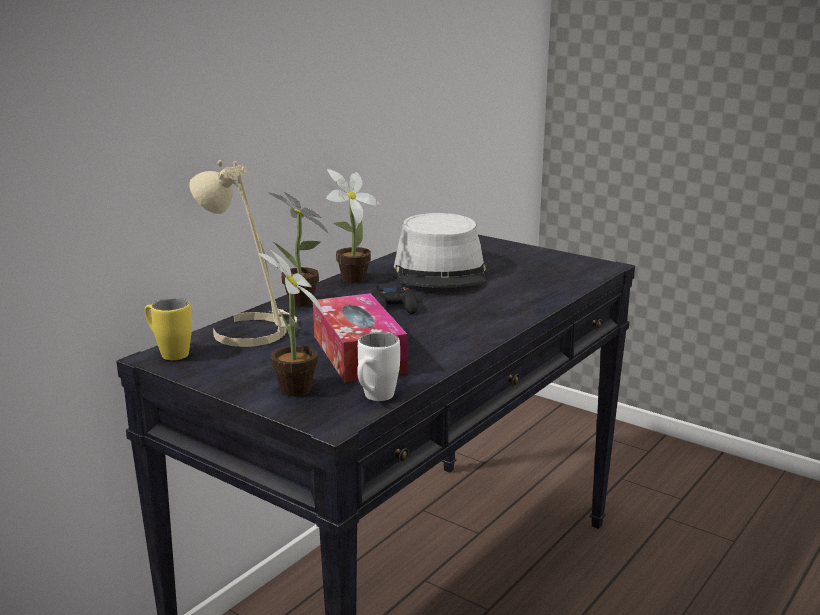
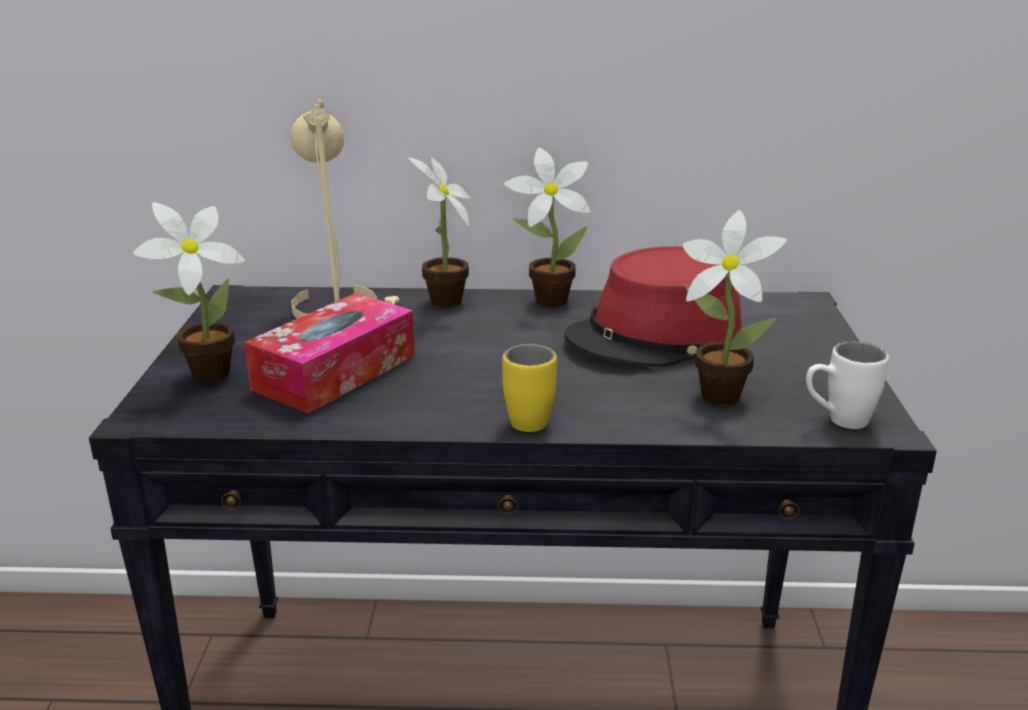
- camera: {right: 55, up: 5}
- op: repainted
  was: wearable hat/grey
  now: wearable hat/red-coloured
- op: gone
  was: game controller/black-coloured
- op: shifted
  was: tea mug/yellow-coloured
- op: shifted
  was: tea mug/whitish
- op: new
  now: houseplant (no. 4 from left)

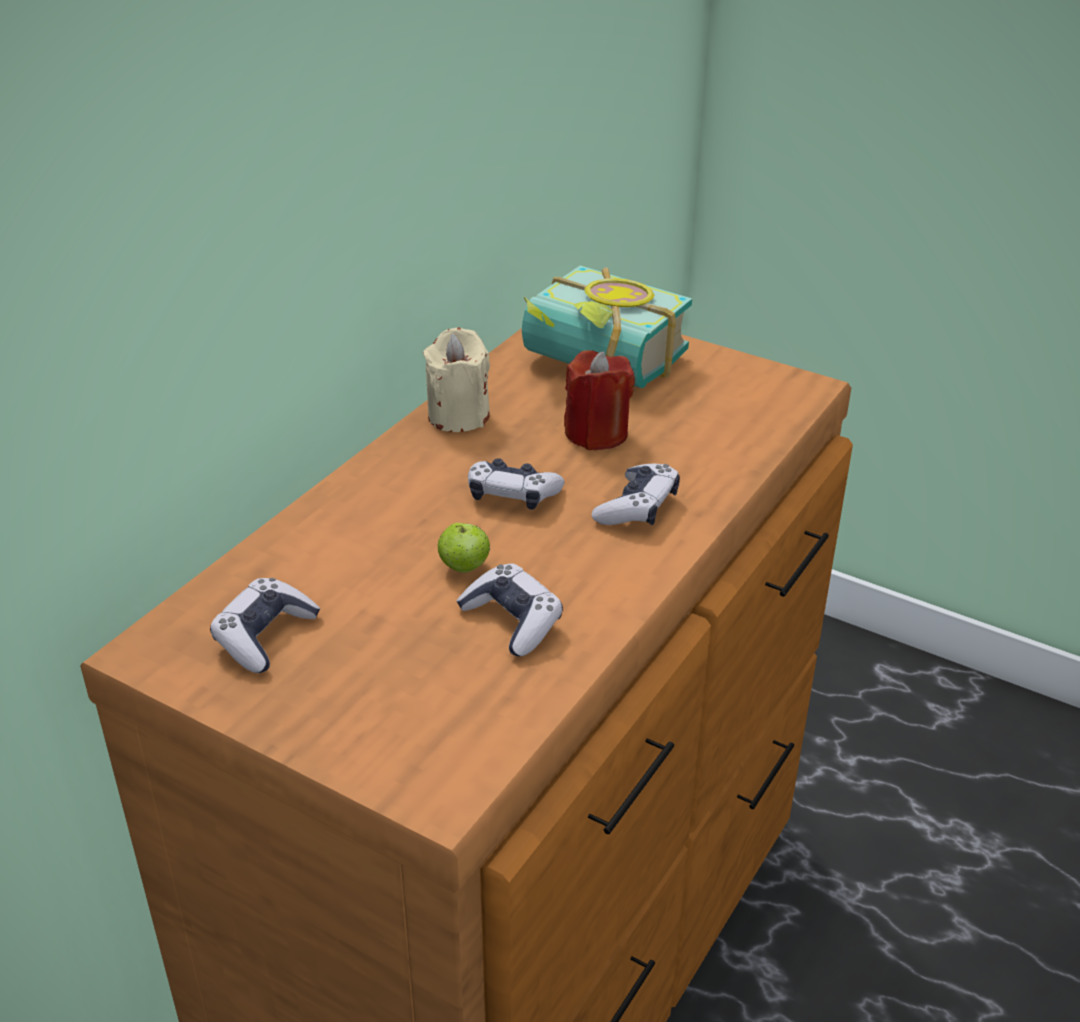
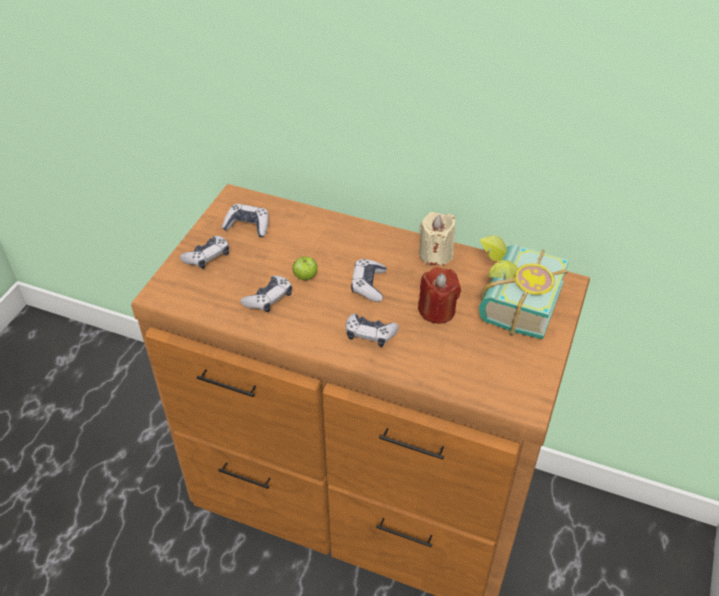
- camera: {right: 80, up: 10}
- op: new
  now: game controller (no. 1 from left)

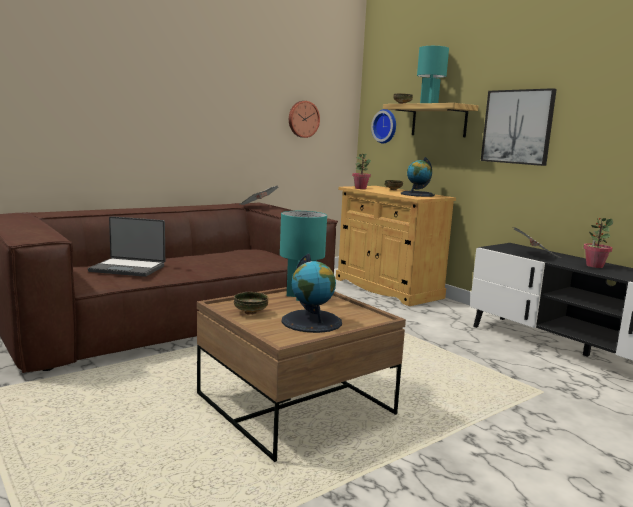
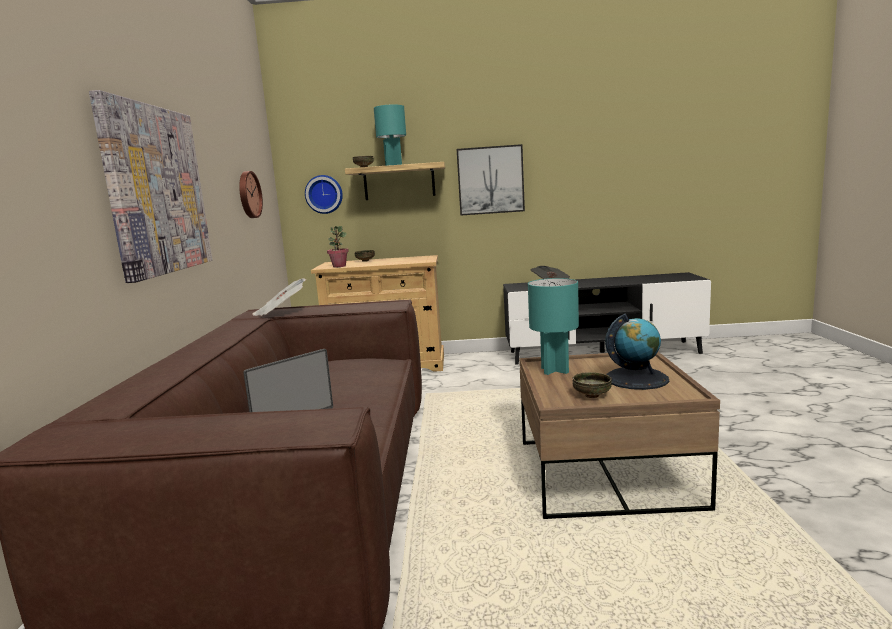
- camera: {right: -50, up: 0}
- op: gone
  was: globe (no. 2 from left)
- op: gone
  was: houseplant (no. 2 from left)
- op: new
  now: wall picture (no. 1 from left)

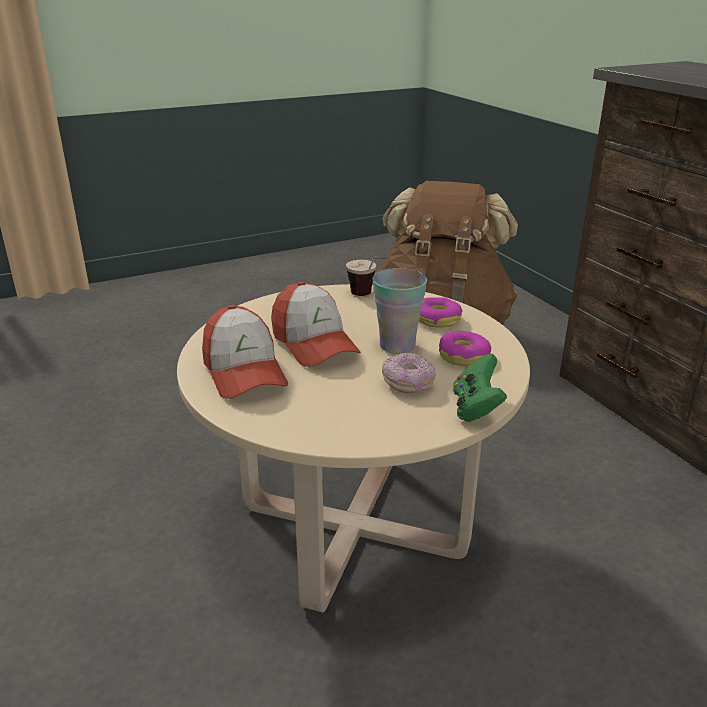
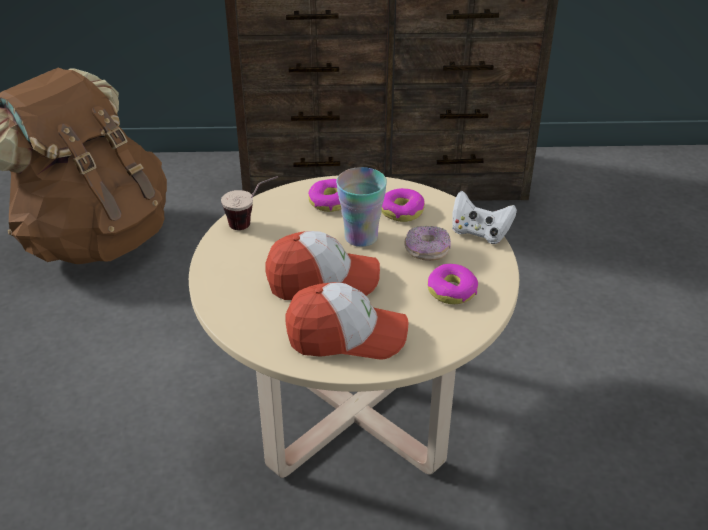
- camera: {right: -65, up: 10}
- op: repainted
  was: game controller/green
  now: game controller/whitish
- op: new
  now: doughnut (no. 4 from left)

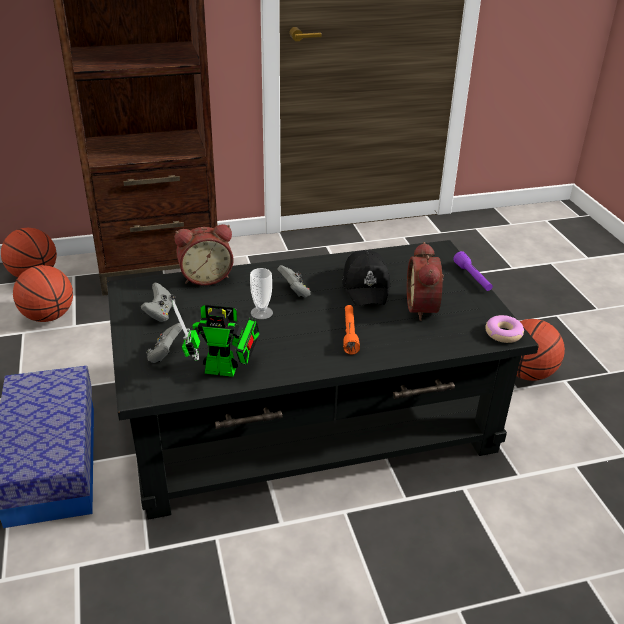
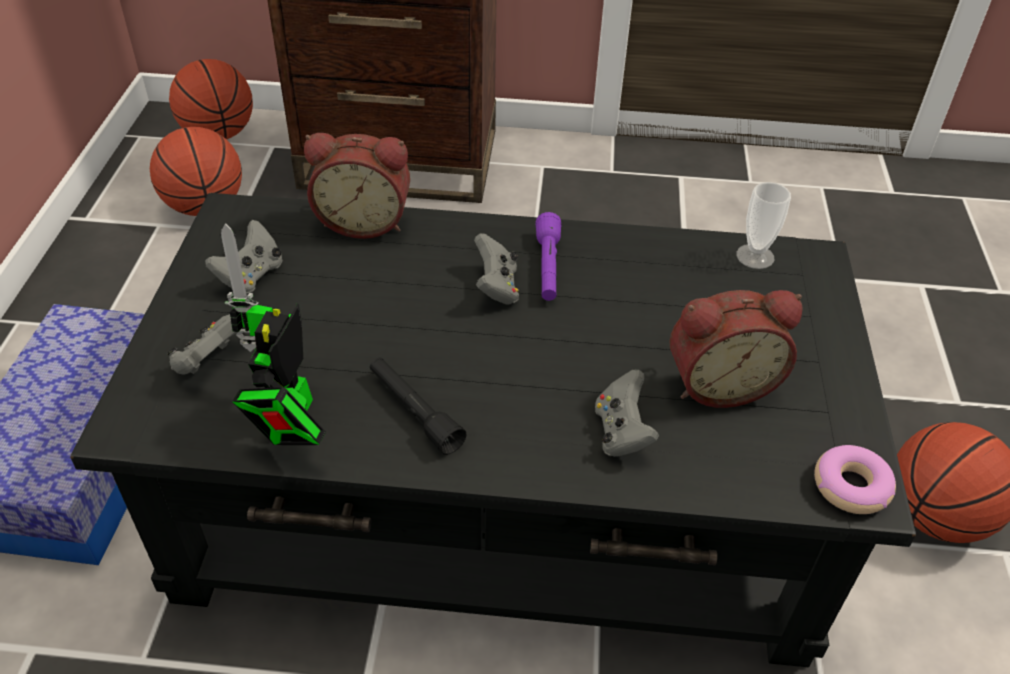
- camera: {right: 20, up: 10}
- op: rotated
  was: bedside clock (no. 2 from left)
  clockwise: -120
- op: gone
  was: baseball cap/black-coloured
- op: shifted
  was: hand torch/purple-coloured
- op: shifted
  was: drinking cup
- op: rotated
  was: robot figure
  clockwise: 75
- op: gone
  was: hand torch/orangey
- op: new
  now: hand torch/black-coloured
- op: new
  now: game controller/grey (no. 4 from left)

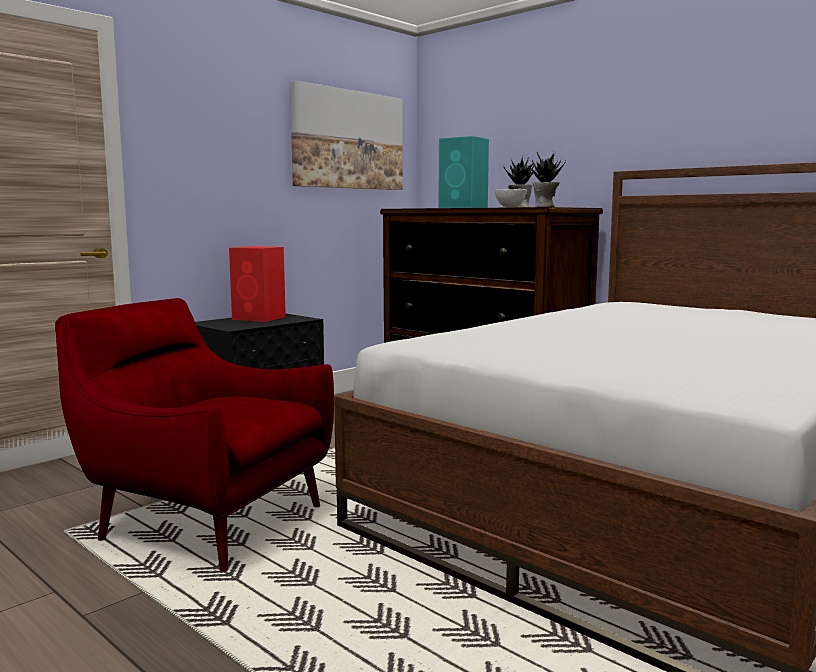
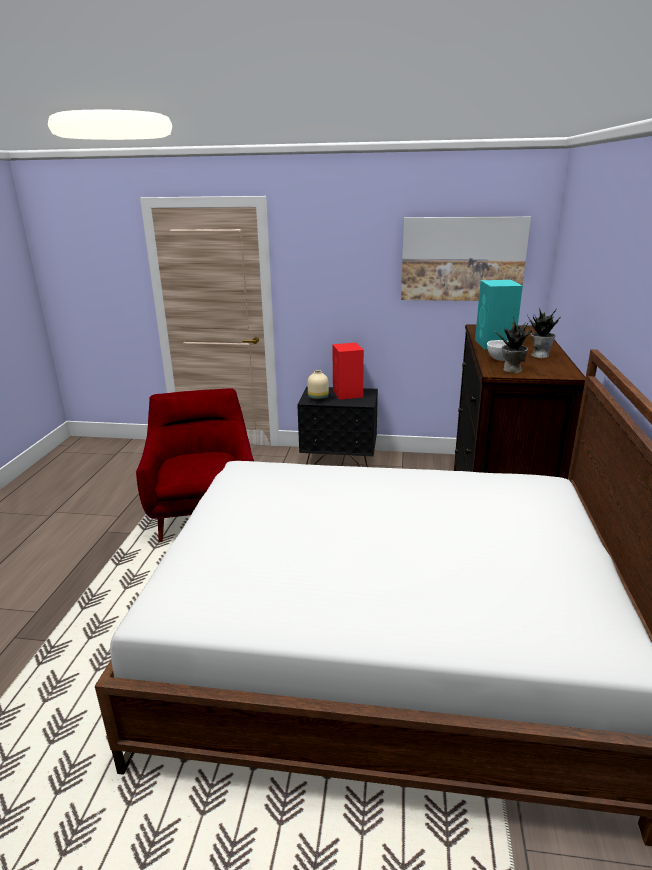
- camera: {right: 55, up: 15}
- op: new
  now: vase/beige

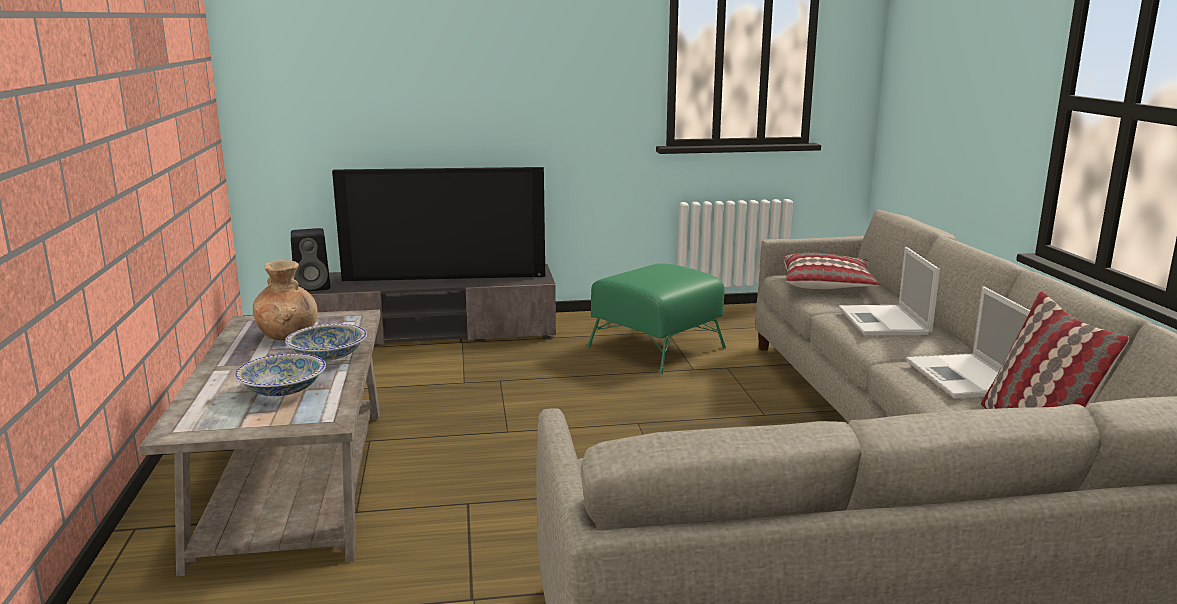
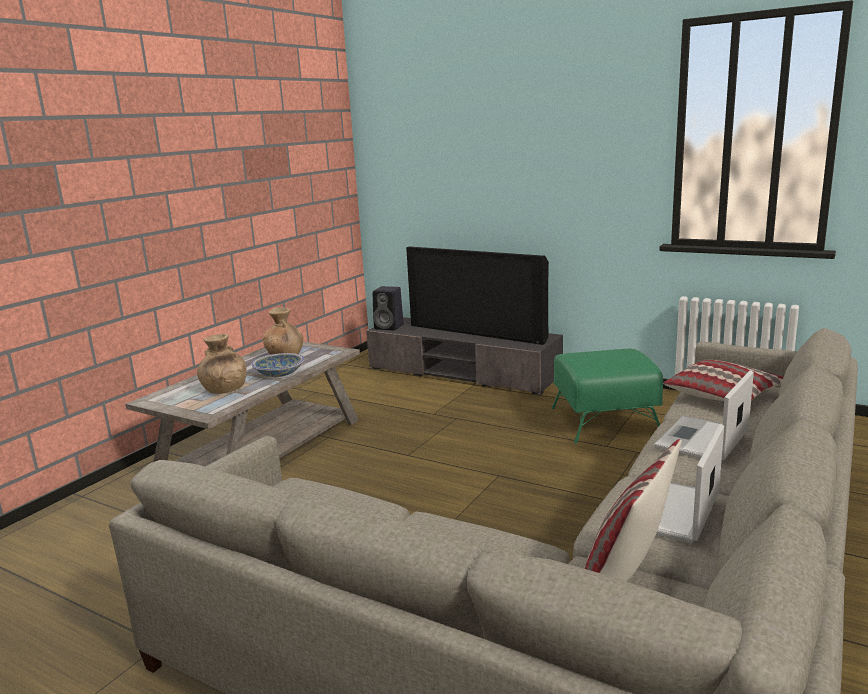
- camera: {right: 40, up: 0}
- op: swapped
  was: deep dish (no. 1 from left)
  now: vase/brownish (no. 1 from left)

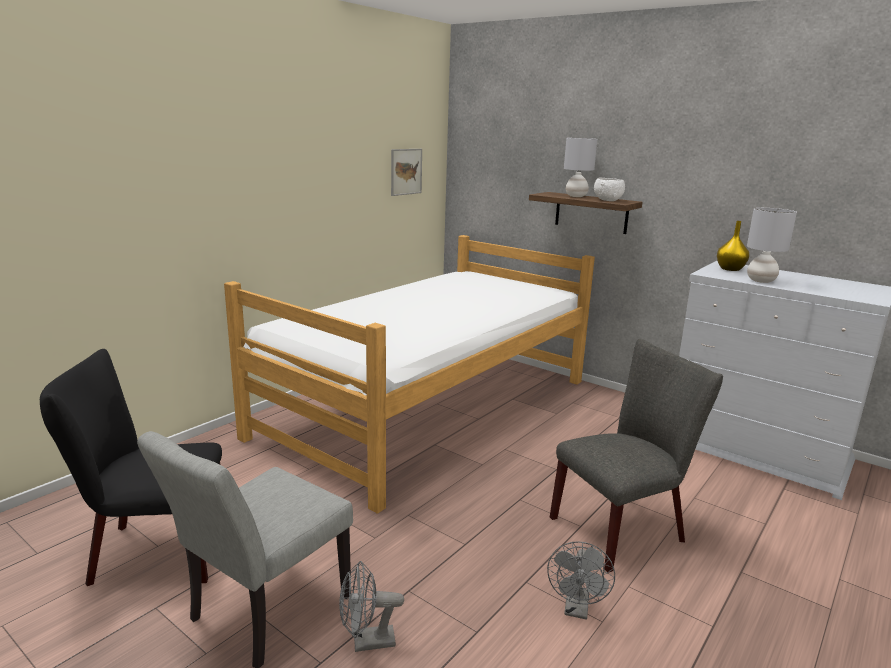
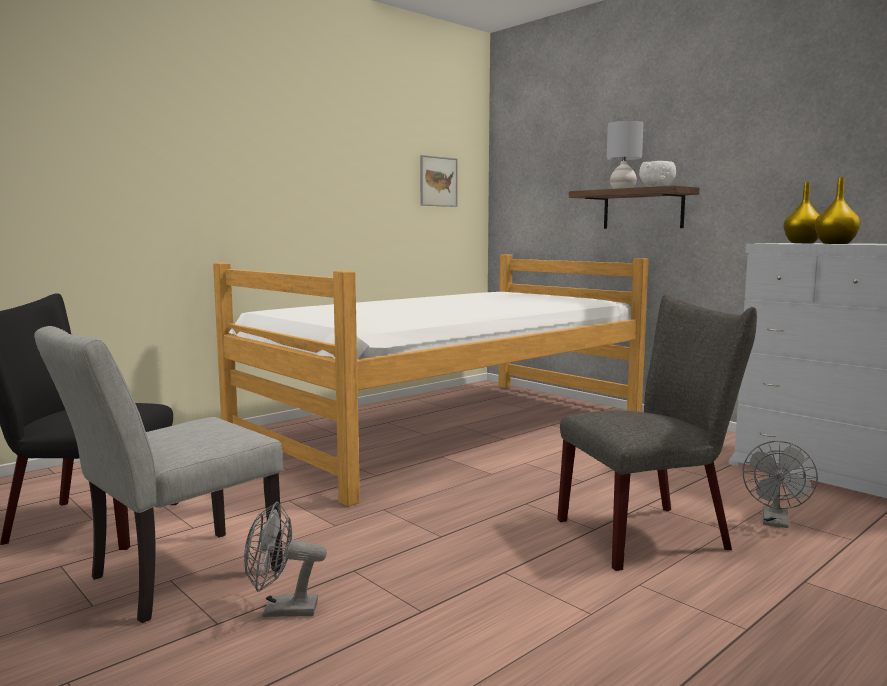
- camera: {right: 10, up: -10}
- op: swapped
  was: tabletop lamp/grey (no. 2 from left)
  now: vase/yellow-coloured (no. 2 from left)
- op: shifted
  was: electric fan/grey (no. 2 from left)

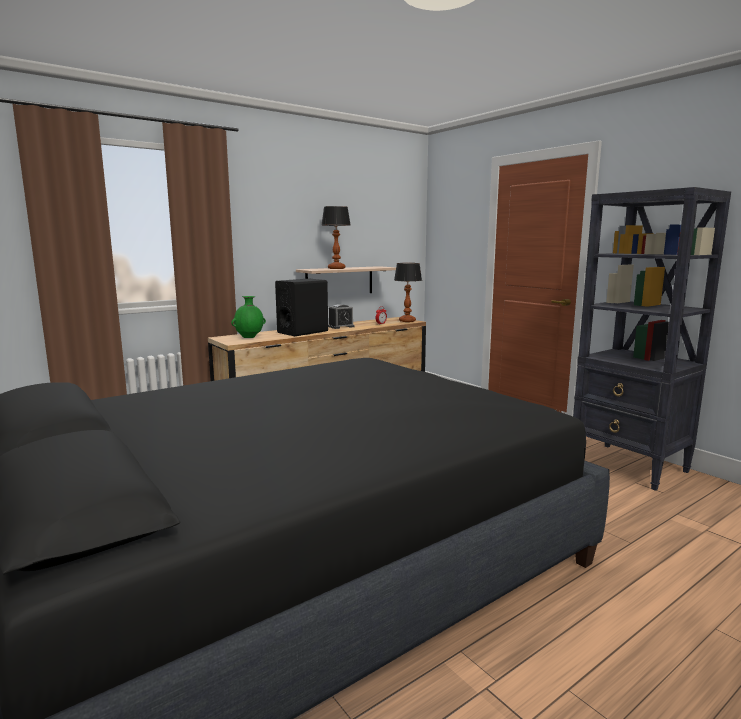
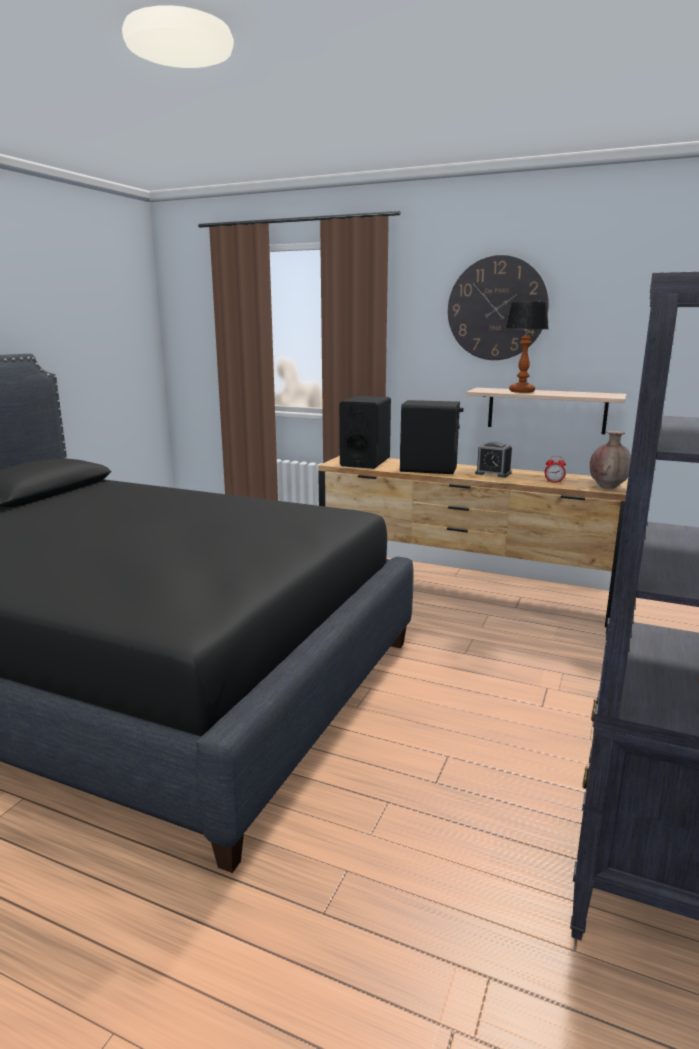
- camera: {right: 60, up: 5}
- op: swapped
  was: tabletop lamp (no. 2 from left)
  now: vase/brownish
- op: swapped
  was: vase/green
  now: loudspeaker/black-coloured (no. 1 from left)
- op: new
  now: hanging clock

